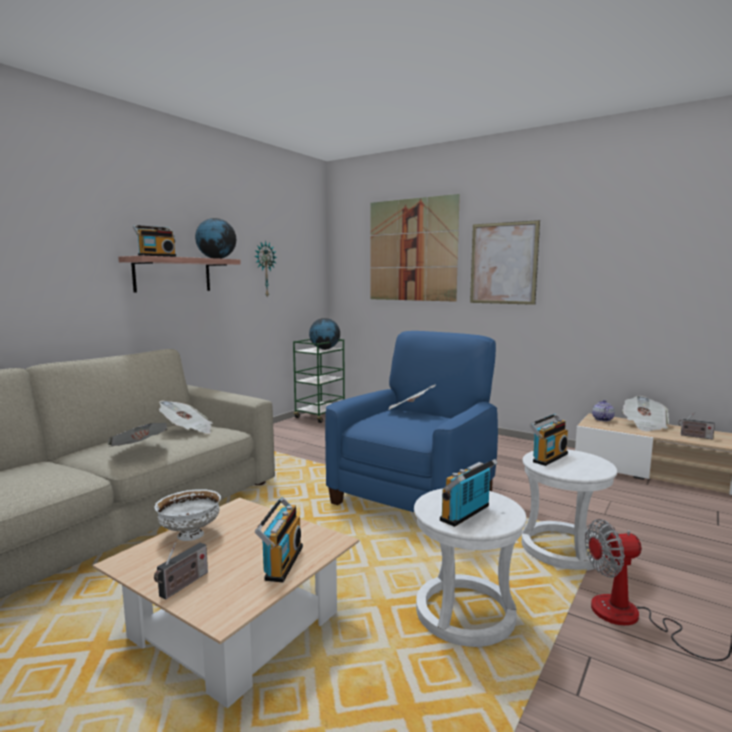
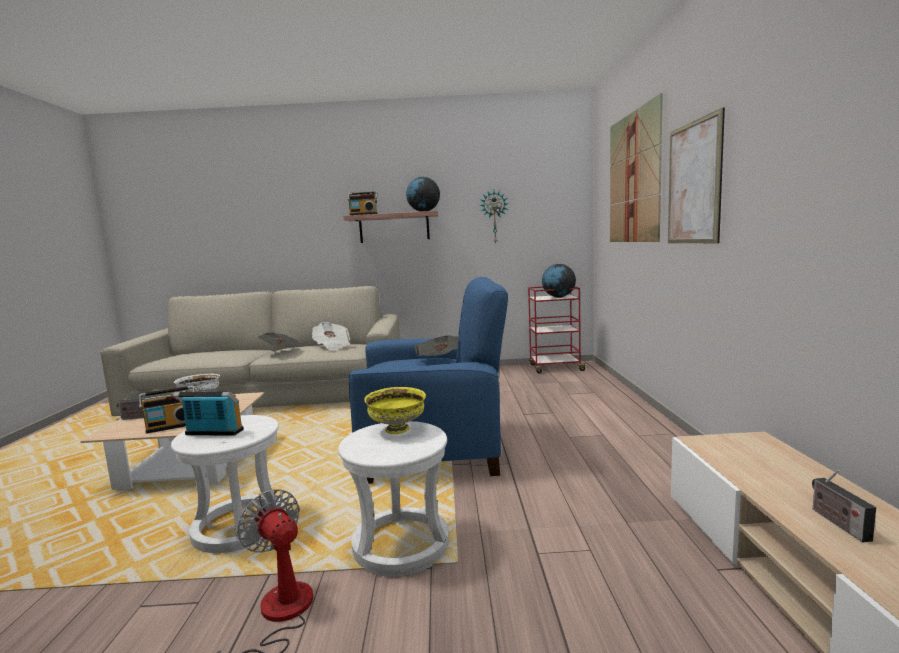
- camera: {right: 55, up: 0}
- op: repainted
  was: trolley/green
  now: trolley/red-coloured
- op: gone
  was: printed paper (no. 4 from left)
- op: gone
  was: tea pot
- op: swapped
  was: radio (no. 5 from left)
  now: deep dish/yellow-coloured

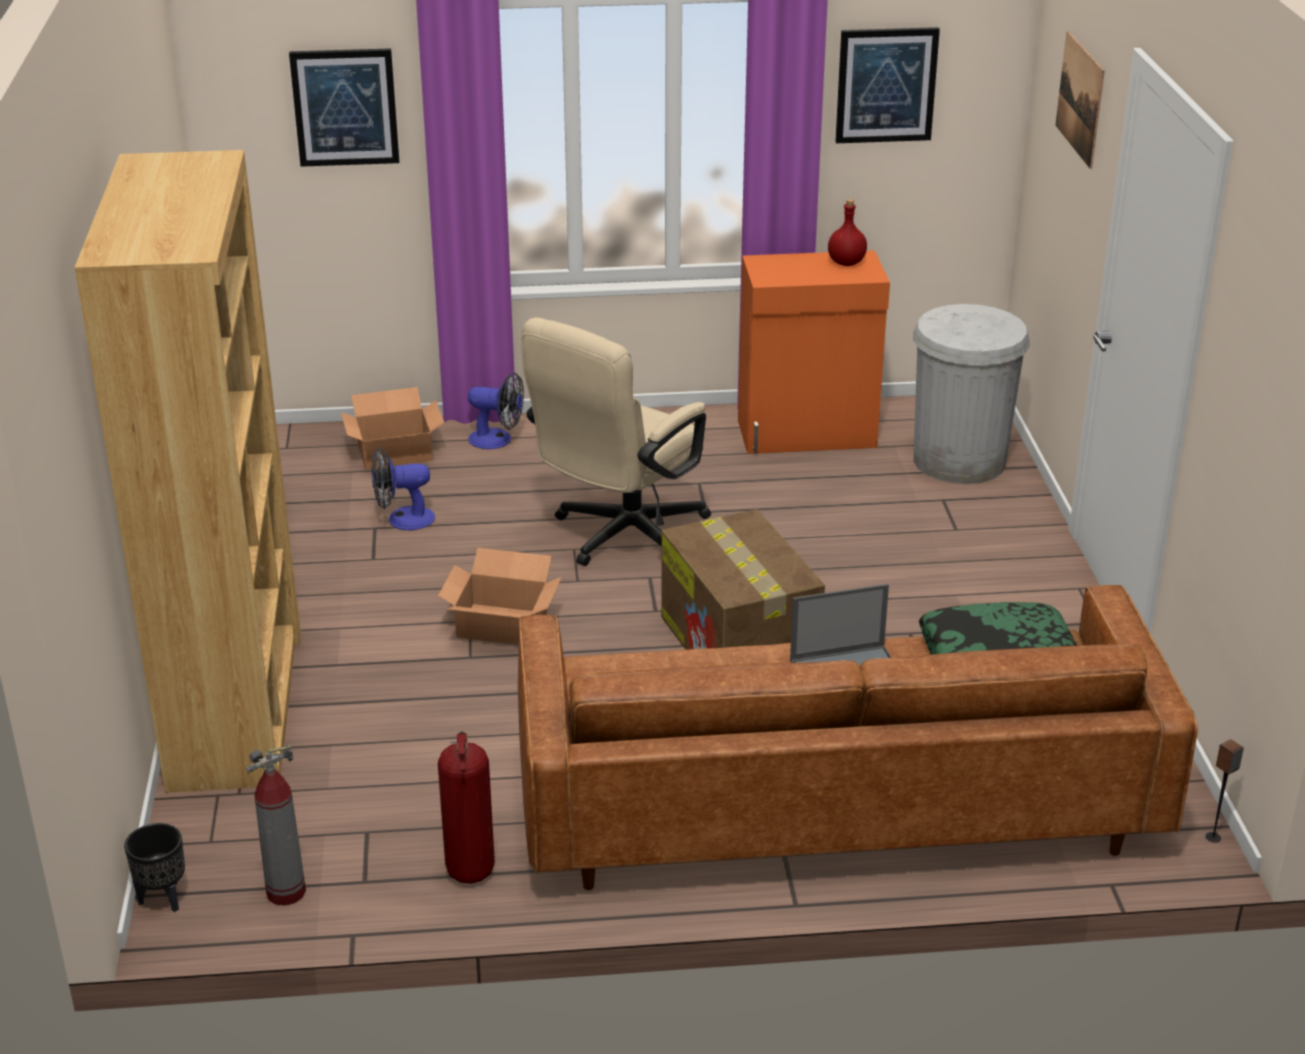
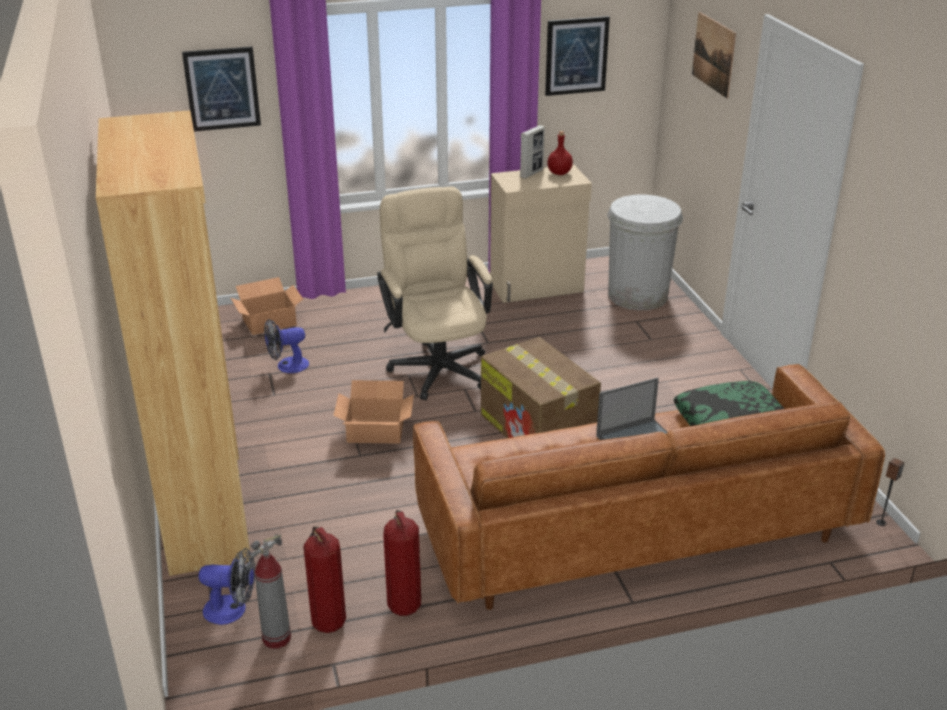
- camera: {right: -10, up: 0}
- op: repainted
  was: storage cabinet/orangey
  now: storage cabinet/beige
- op: rotated
  was: computer chair/beige
  clockwise: 135
- op: shifted
  was: electric fan (no. 2 from left in the first image)
  now: electric fan (no. 1 from left)
- op: gone
  was: flower pot/black-coloured
- op: new
  now: standing frame
- op: new
  now: extinguisher (no. 2 from left)

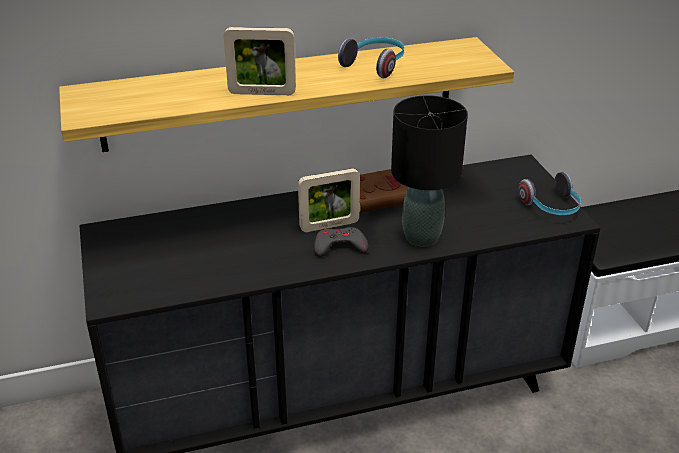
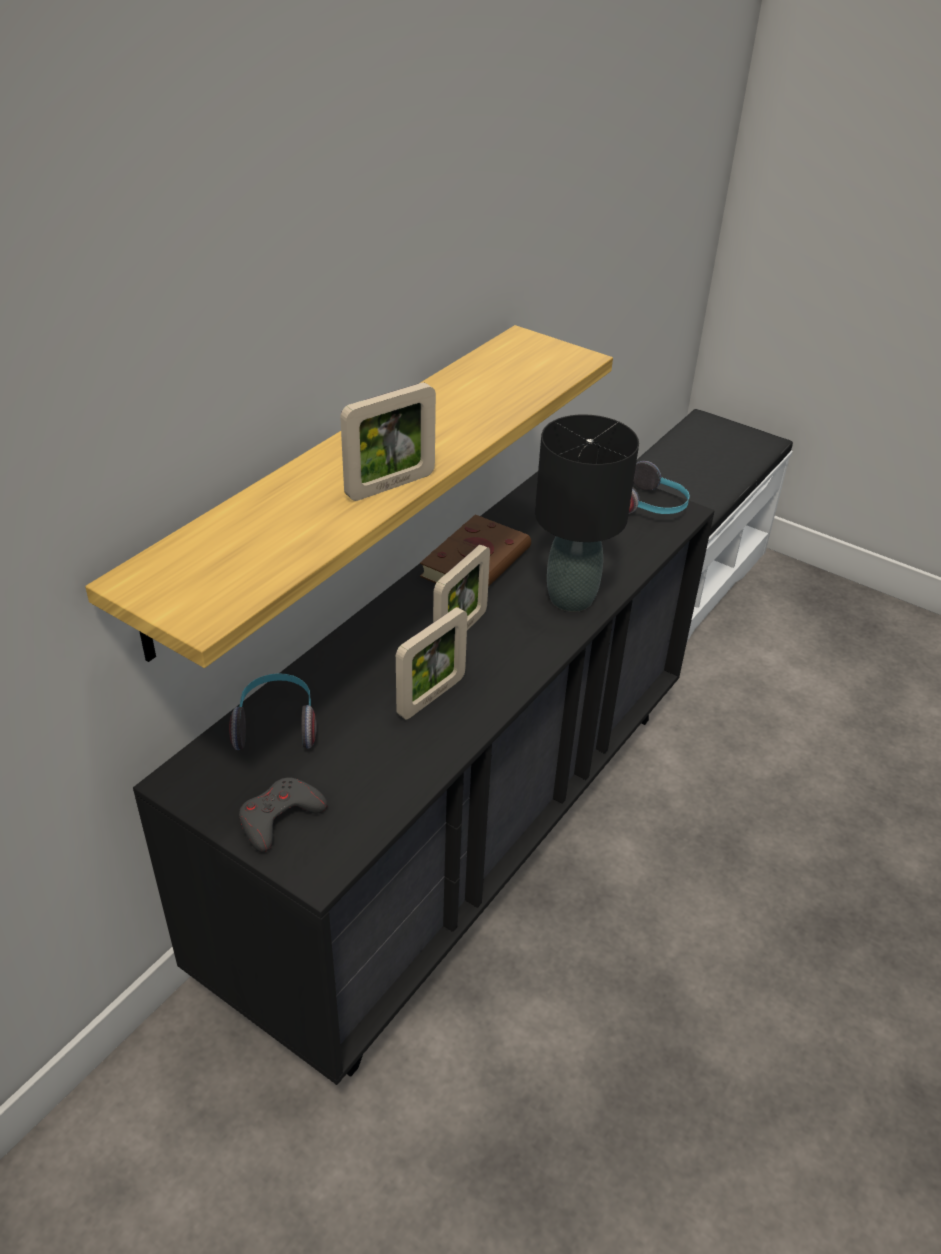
- camera: {right: -40, up: 5}
- op: shifted
  was: headset (no. 1 from left)
- op: shifted
  was: game controller/grey
- op: new
  now: standing frame (no. 2 from left)

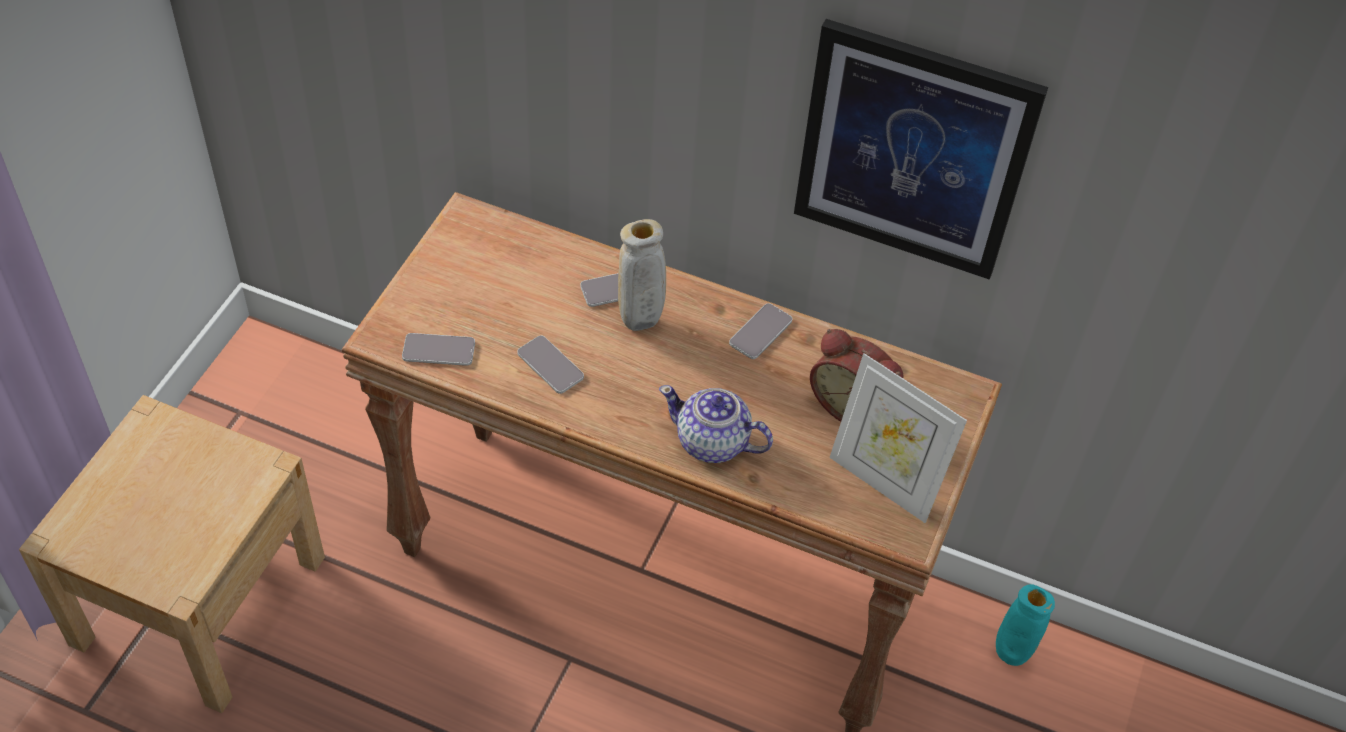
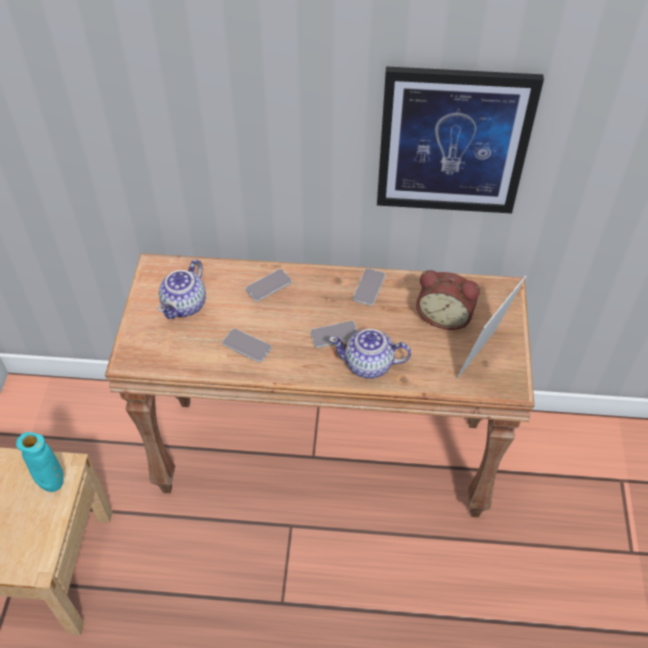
- camera: {right: -15, up: 0}
- op: gone
  was: vase/beige
- op: shifted
  was: handset (no. 1 from left in the first image)
  now: handset (no. 3 from left)
- op: rotated
  was: standing frame
  clockwise: 105
- op: shifted
  was: vase/blue-green
- op: new
  now: tea pot (no. 1 from left)

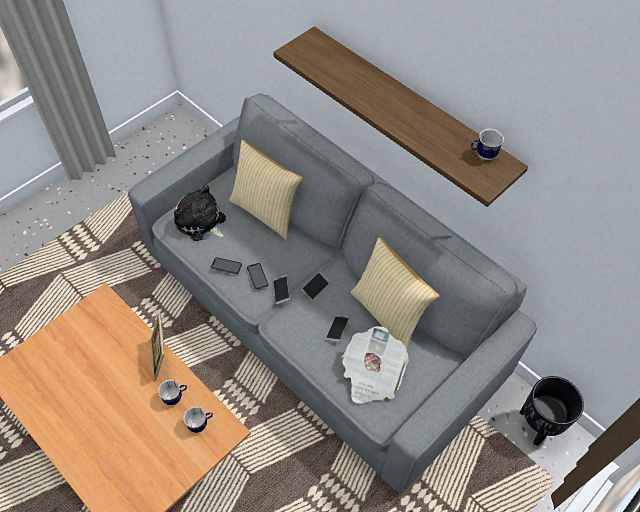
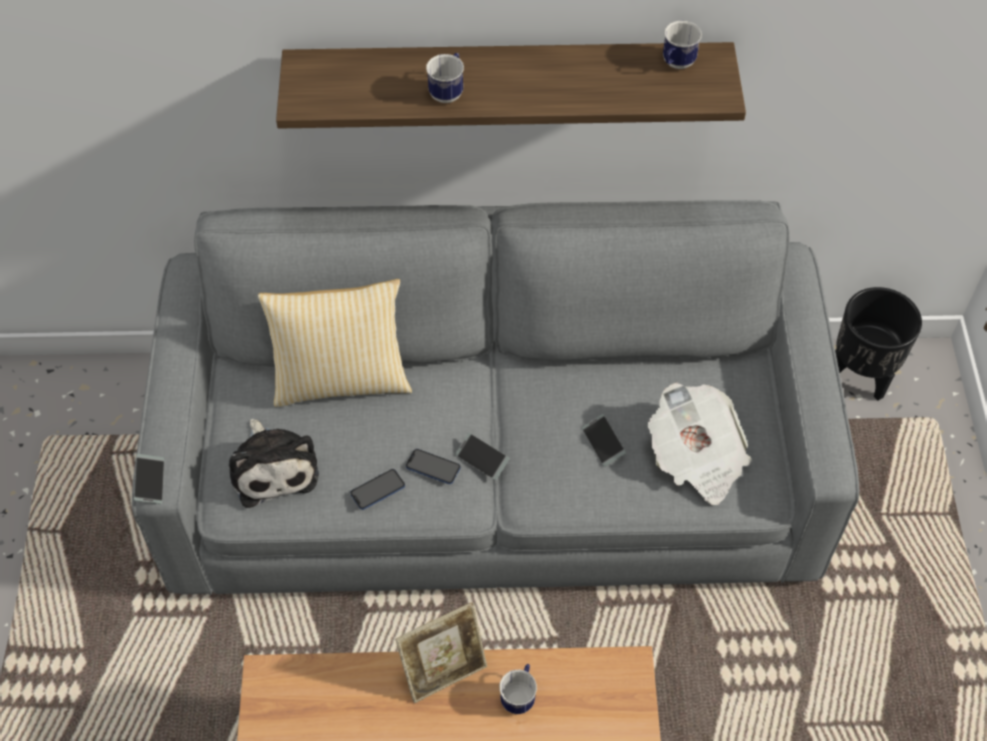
- camera: {right: -45, up: 0}
- op: rotated
  was: cuddly toy
  clockwise: -105
- op: gone
  was: pillow (no. 2 from left)
- op: shifted
  was: handset (no. 4 from left in the first image)
  now: handset (no. 1 from left)
- op: rotated
  was: standing frame
  clockwise: -60
- op: shifted
  was: tea mug (no. 2 from left in the first image)
  now: tea mug (no. 1 from left)

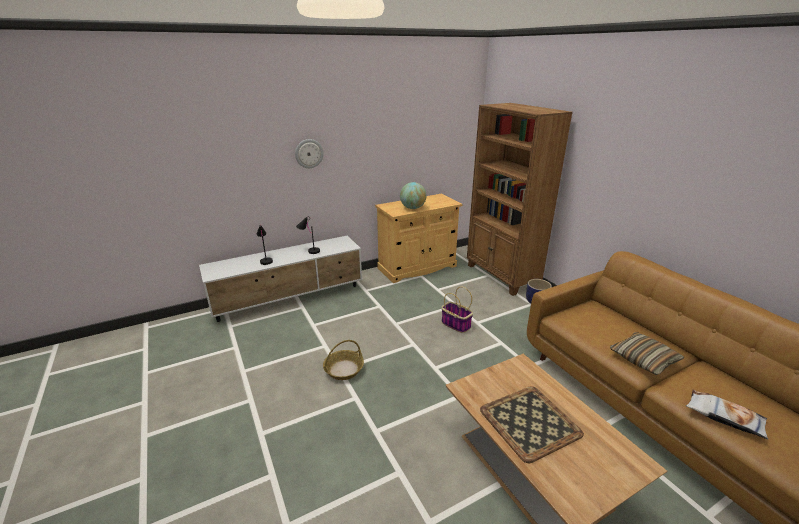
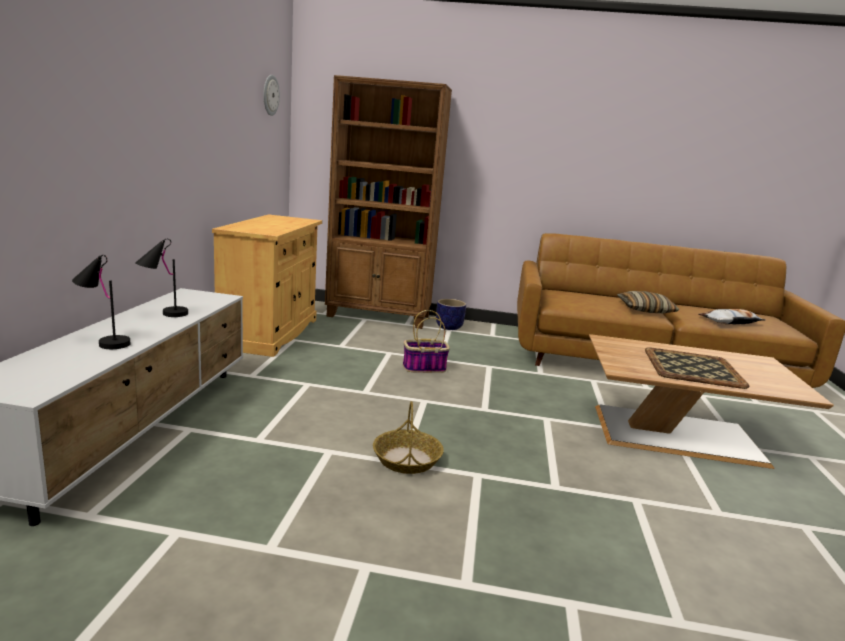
- camera: {right: -55, up: -10}
- op: shifted
  was: hanging clock
- op: gone
  was: globe

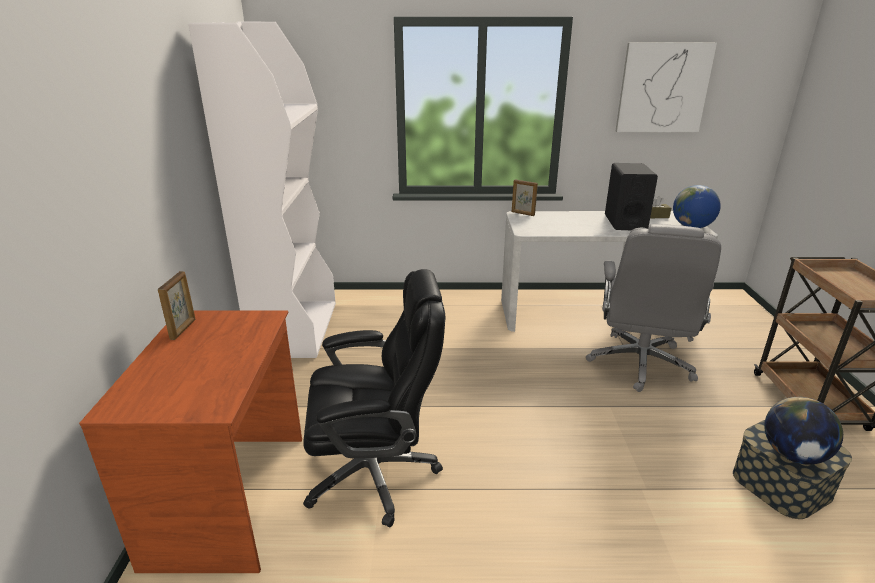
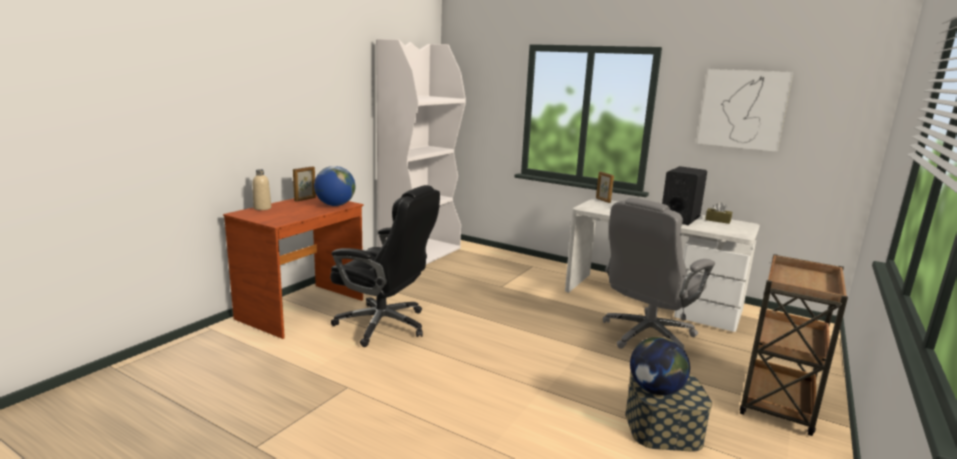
- camera: {right: 30, up: -10}
- op: shifted
  was: globe (no. 1 from left)
- op: new
  now: beverage bottle/beige

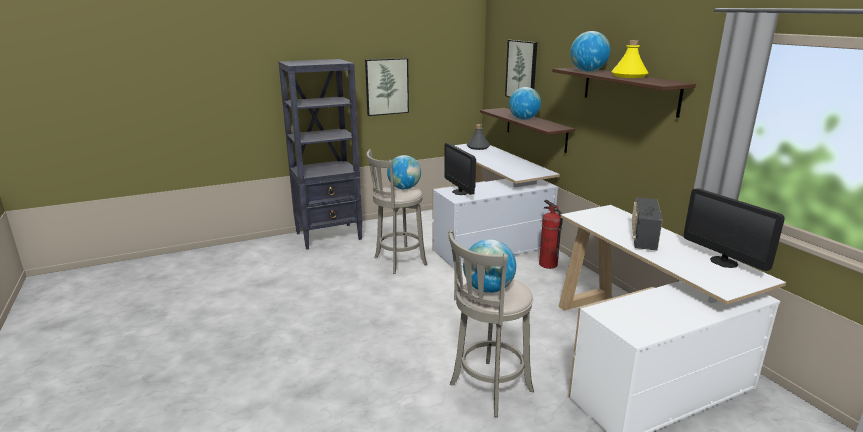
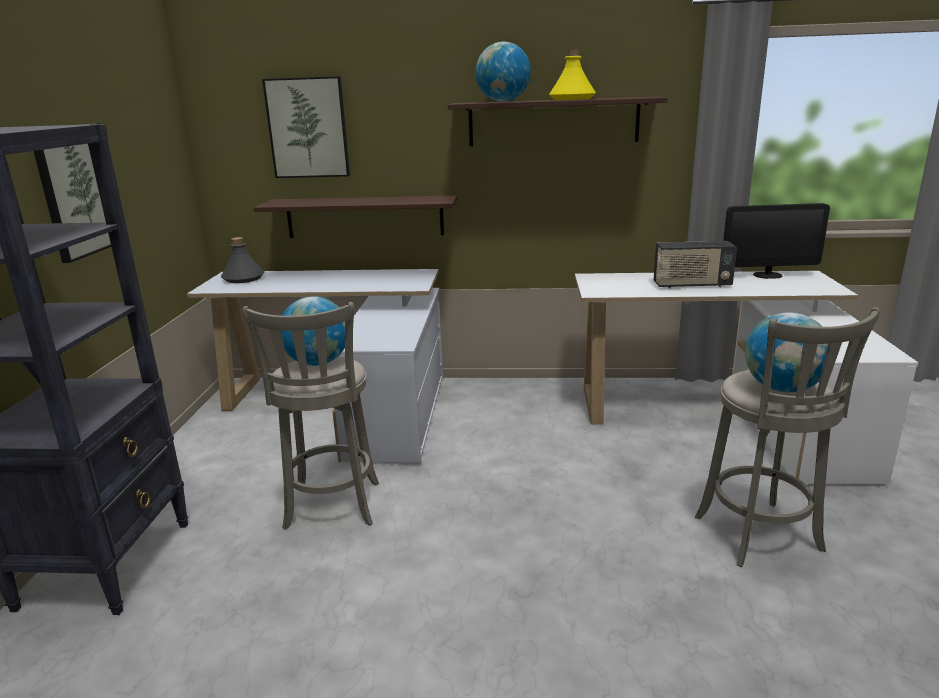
- camera: {right: -60, up: 0}
- op: gone
  was: globe (no. 3 from left)
- op: gone
  was: computer screen (no. 1 from left)
- op: rotated
  was: radio
  clockwise: -45
- op: gone
  was: extinguisher

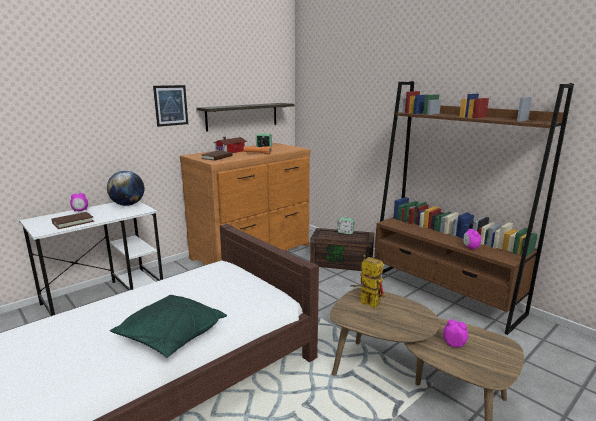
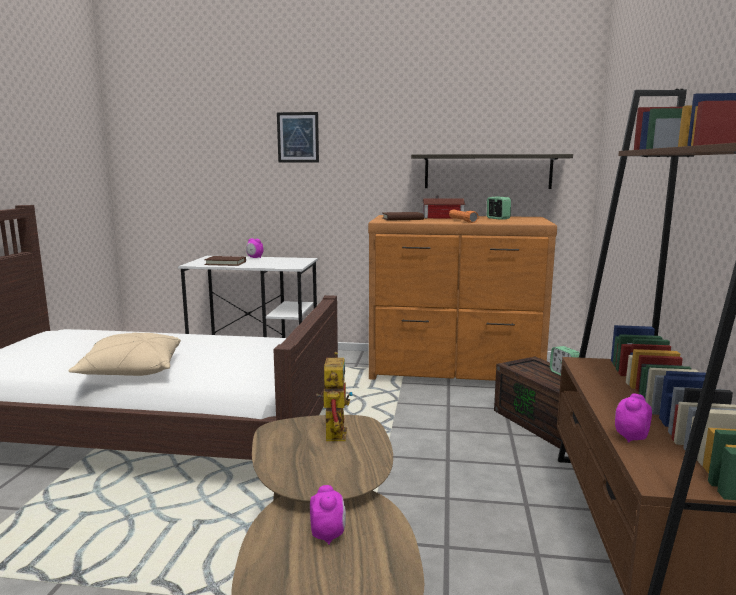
- camera: {right: 50, up: -5}
- op: shifted
  was: wall picture
- op: gone
  was: globe
- op: repainted
  was: pillow/green
  now: pillow/beige

